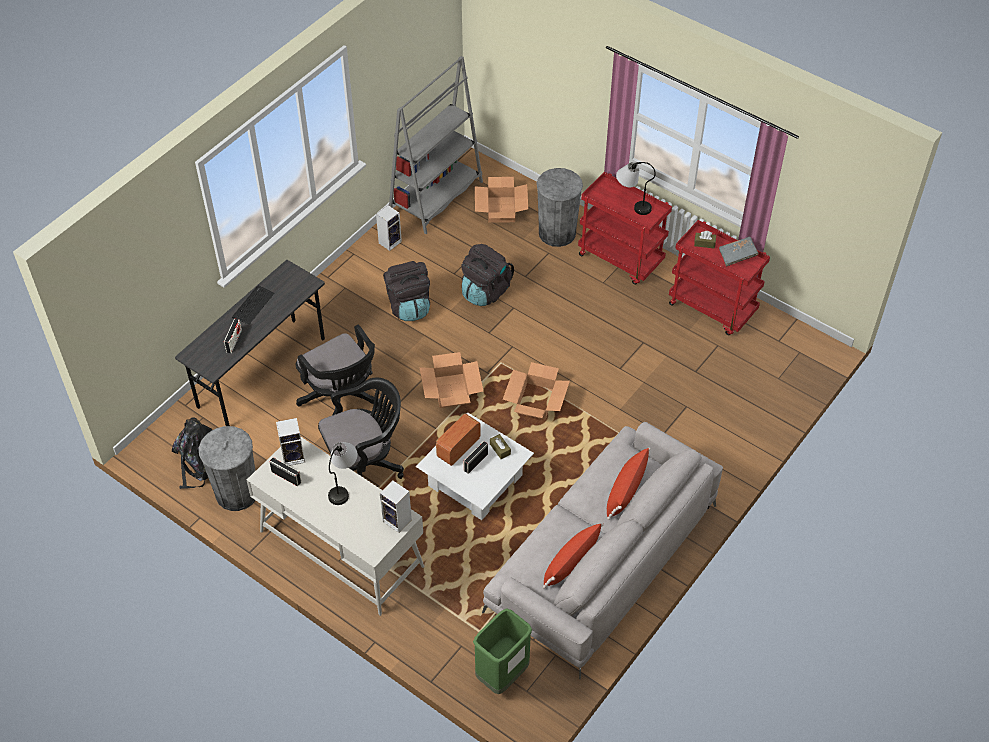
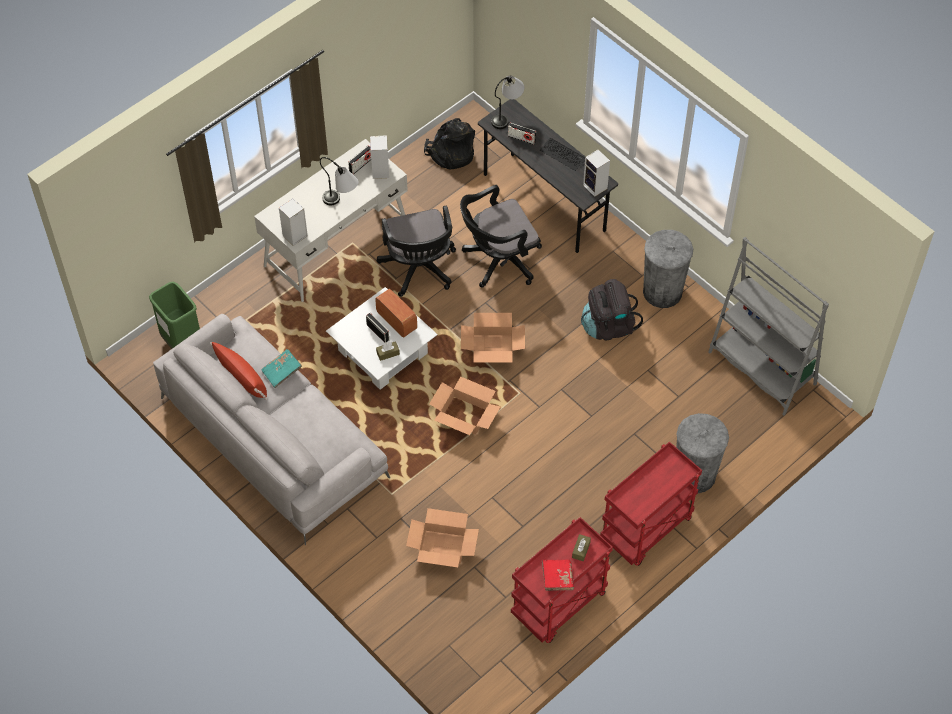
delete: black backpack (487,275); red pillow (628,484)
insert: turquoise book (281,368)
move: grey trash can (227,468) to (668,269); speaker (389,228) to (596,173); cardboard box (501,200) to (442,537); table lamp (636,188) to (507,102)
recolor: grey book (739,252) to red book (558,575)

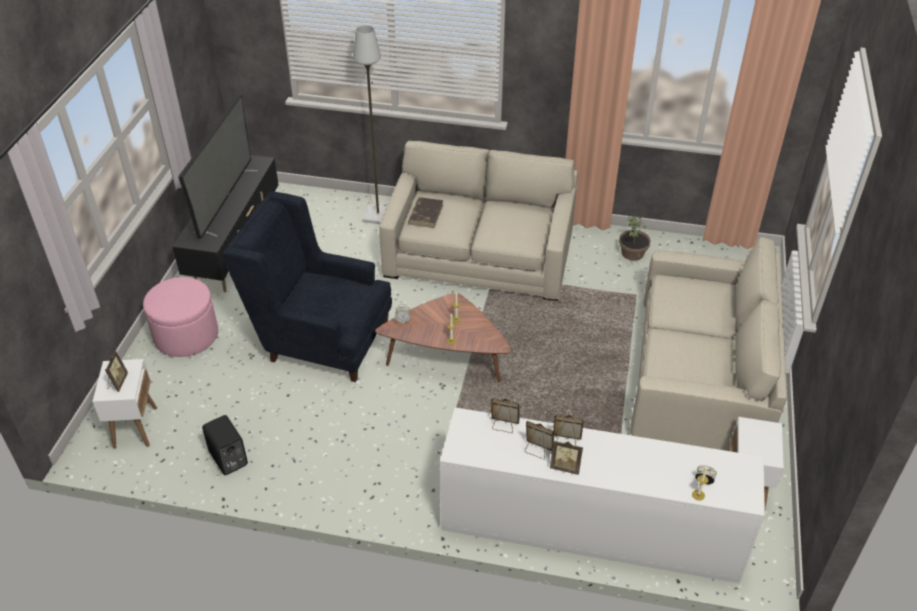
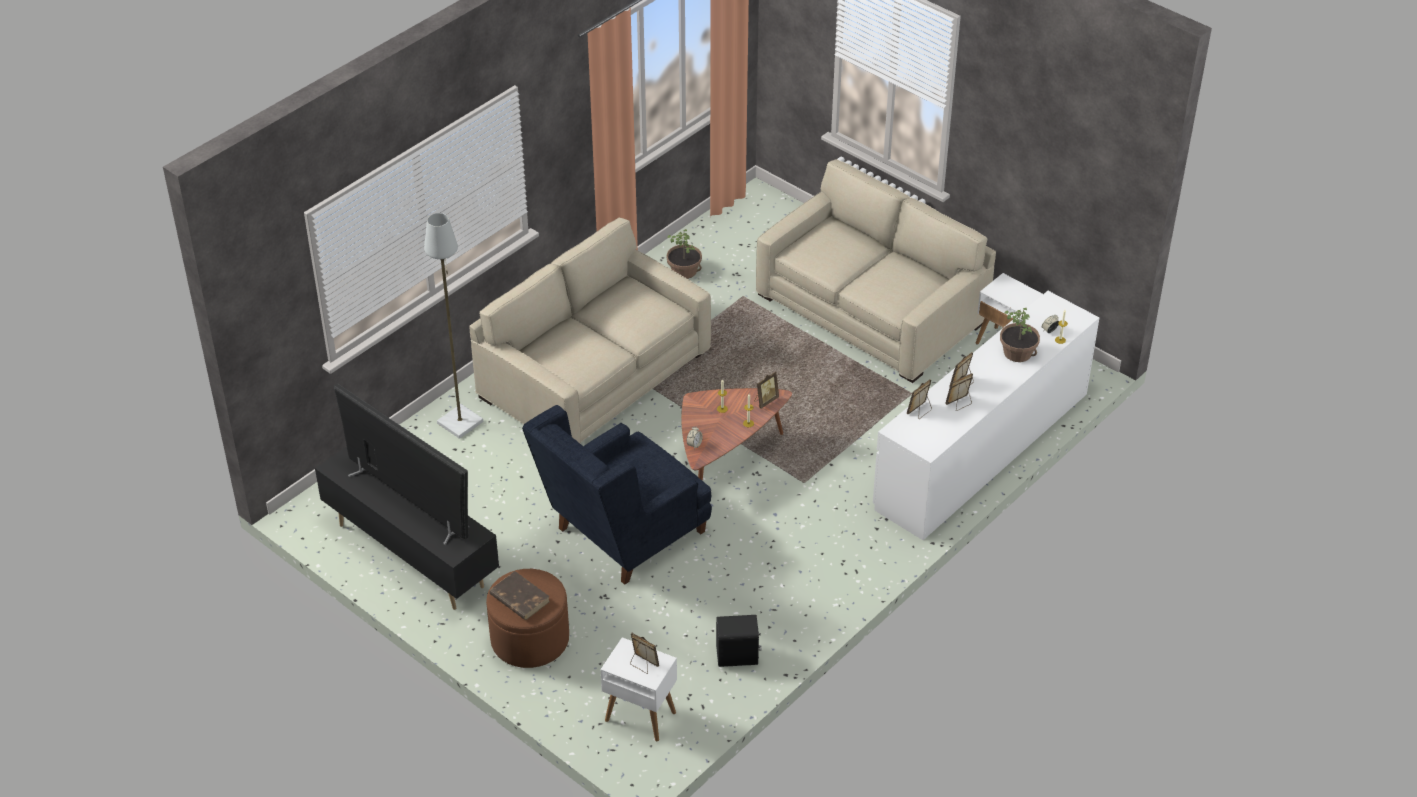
insert: potted plant (1020,335)
move: brown book (425,212) to (519,595); picture frame (566,458) to (766,390)
recolor: pink ottoman (180,317) to brown ottoman (527,618)

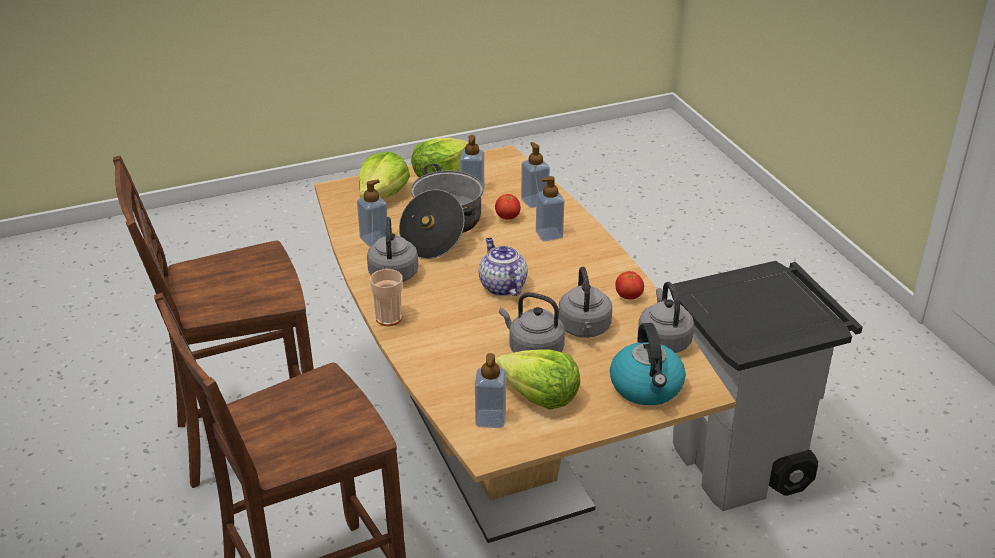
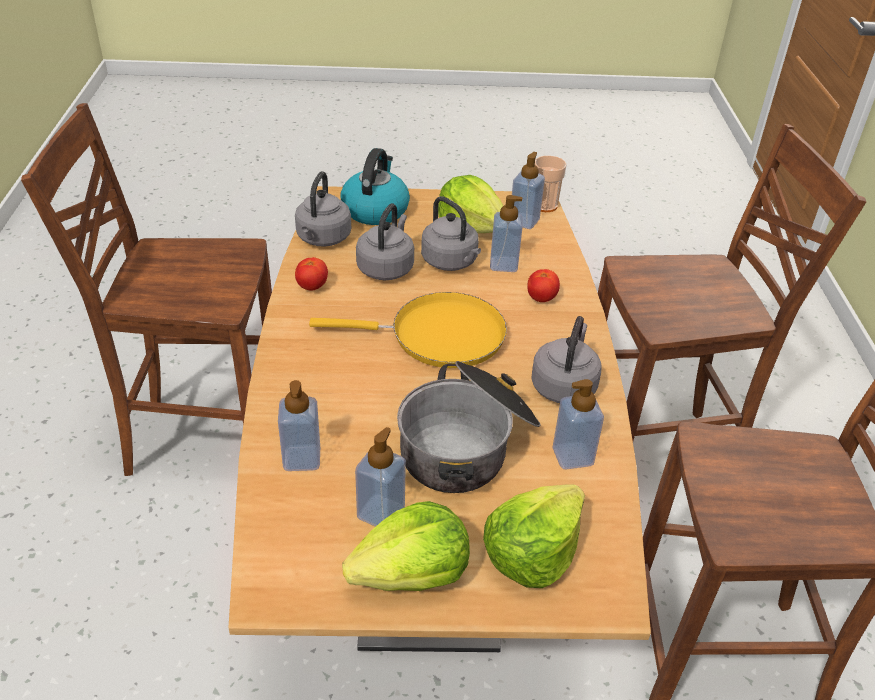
move: cup (386,297) to (551,183); tomato (508,207) to (543,285); soap dispenser (550,208) to (506,233)
replace: teapot (503,267) to yellow frying pan (408,330); grey trash can (766,386) to brown chair (146,289)

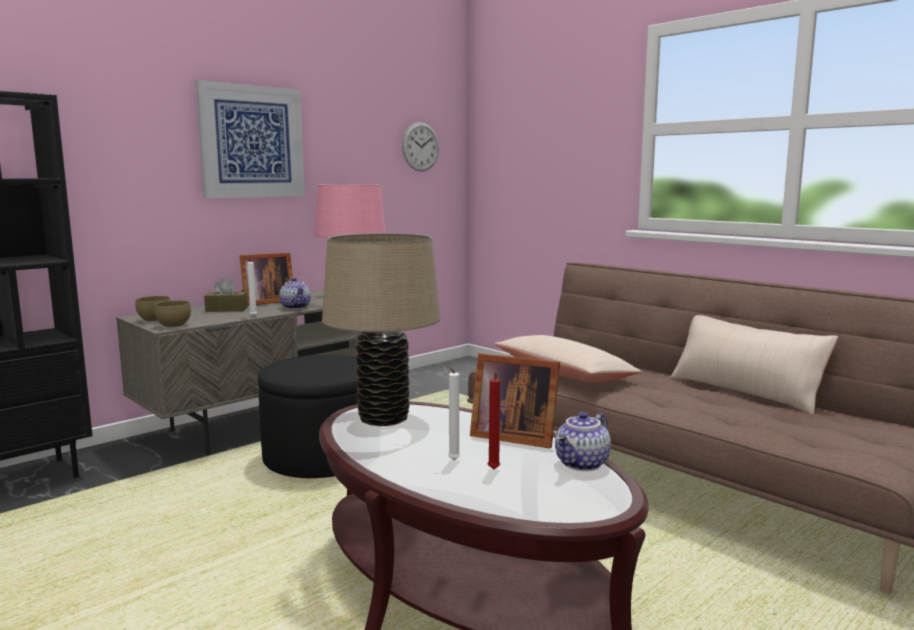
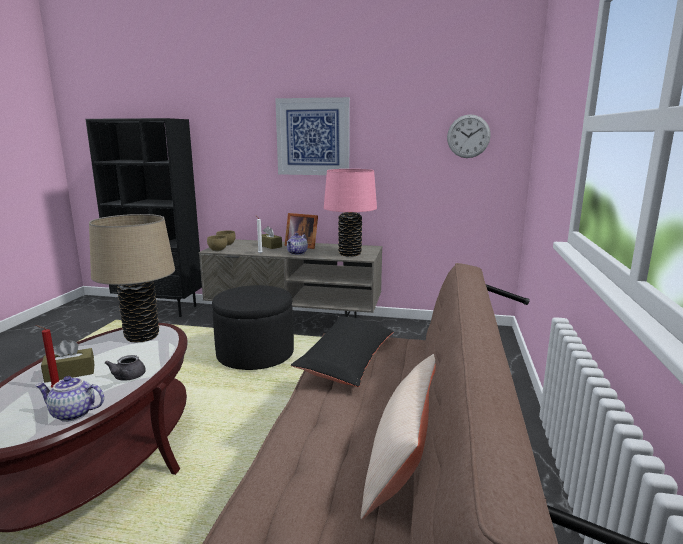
replace: white candle (452,412) to brown tissue box (68,361); picture frame (515,401) to grey teapot (125,367)
recolor: beige pillow (568,358) to black pillow (342,351)

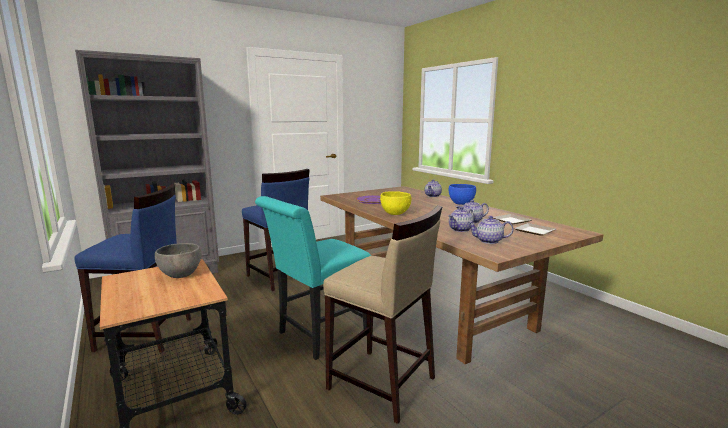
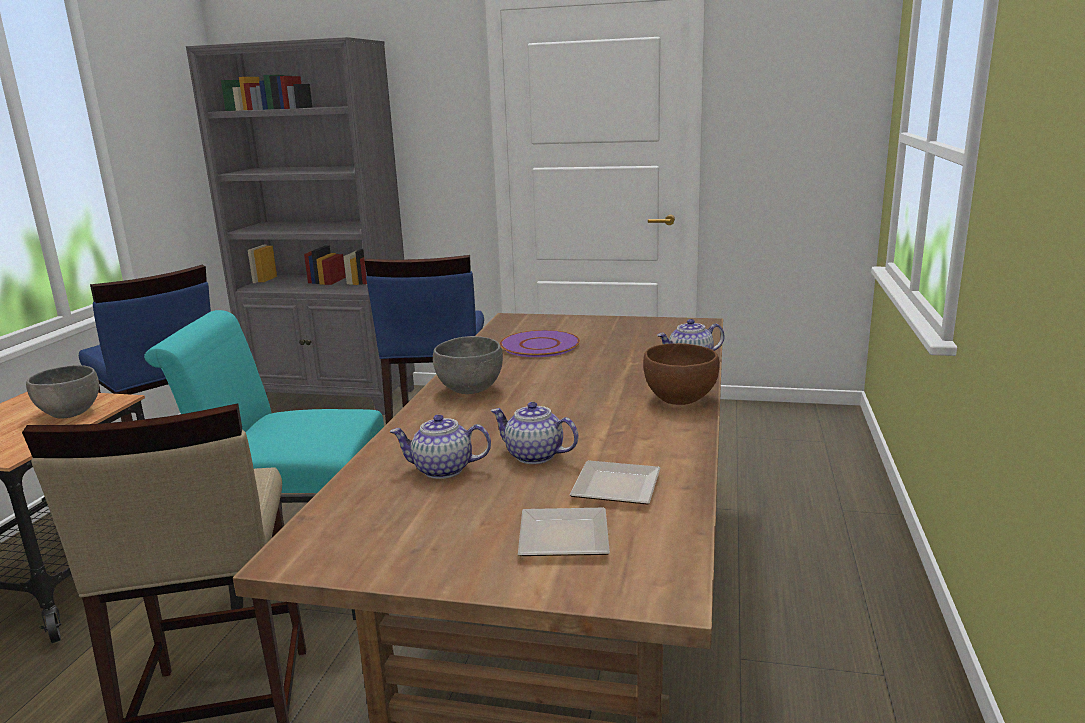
delete: teapot (491,230)
recolor: yellow bowl (396,203) to grey bowl (468,365); blue bowl (462,194) to brown bowl (681,374)

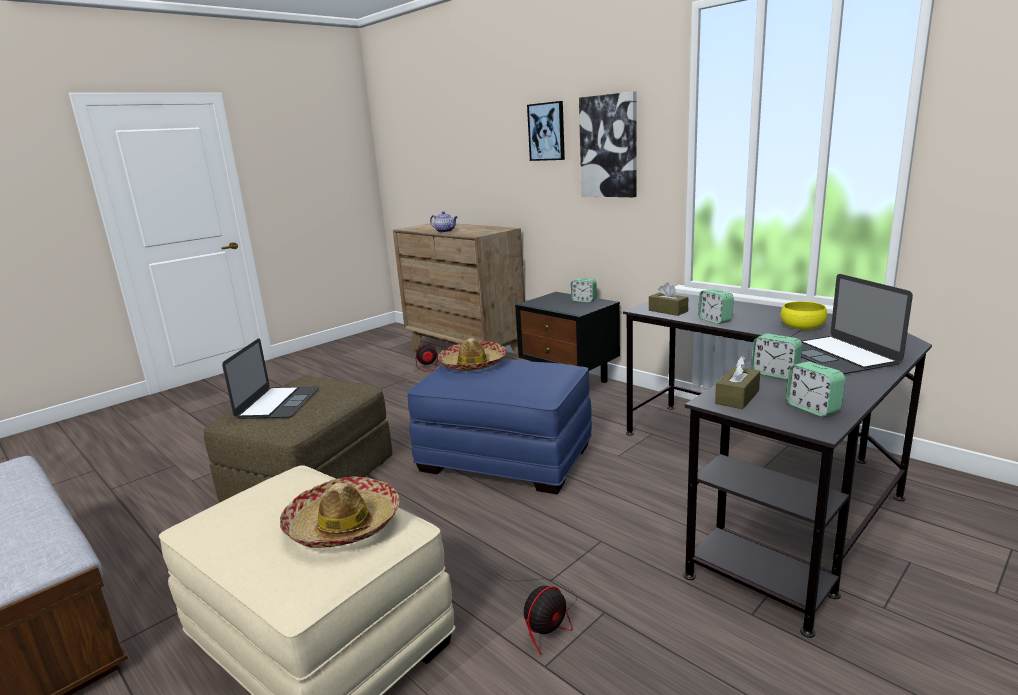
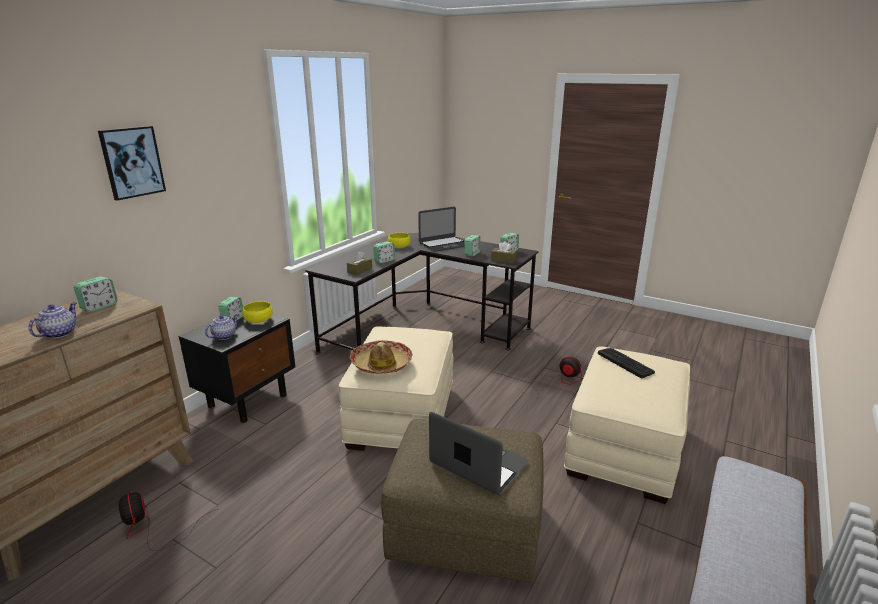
delete: picture (608,144)
insert: alarm clock (96,294); teapot (221,327); yellow bowl (257,312)
replace: hat (339,512) to keyboard (626,363)
recolor: blue ottoman (499,427) to beige ottoman (396,388)
rotate: laptop (271,378) = (479,453) 45 degrees clockwise

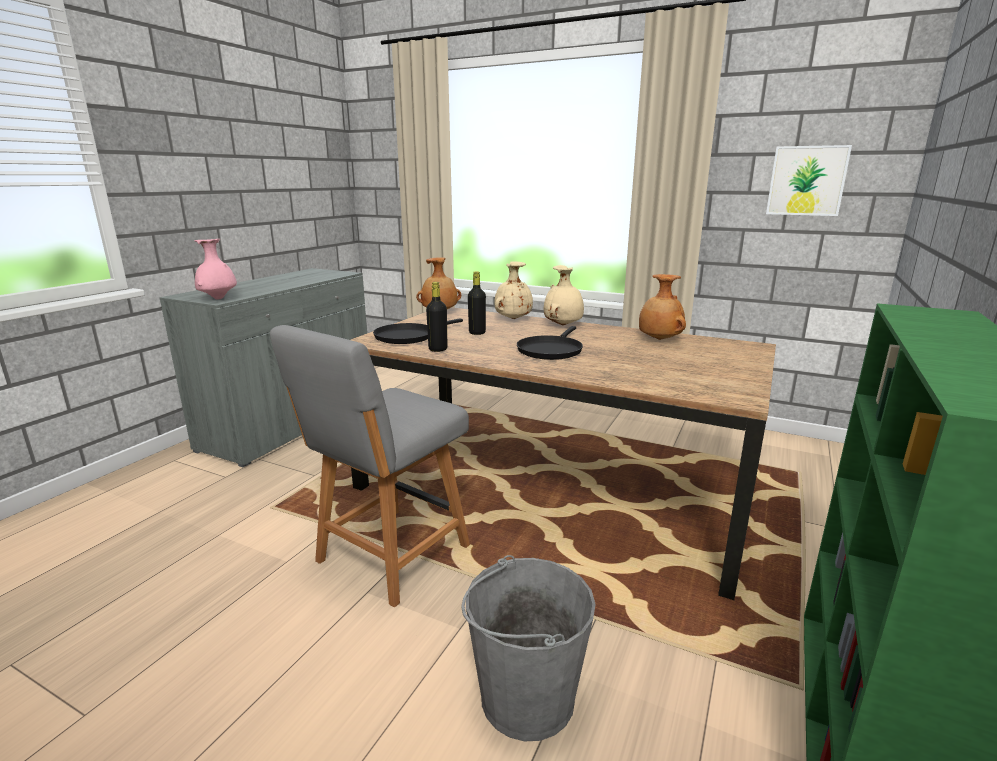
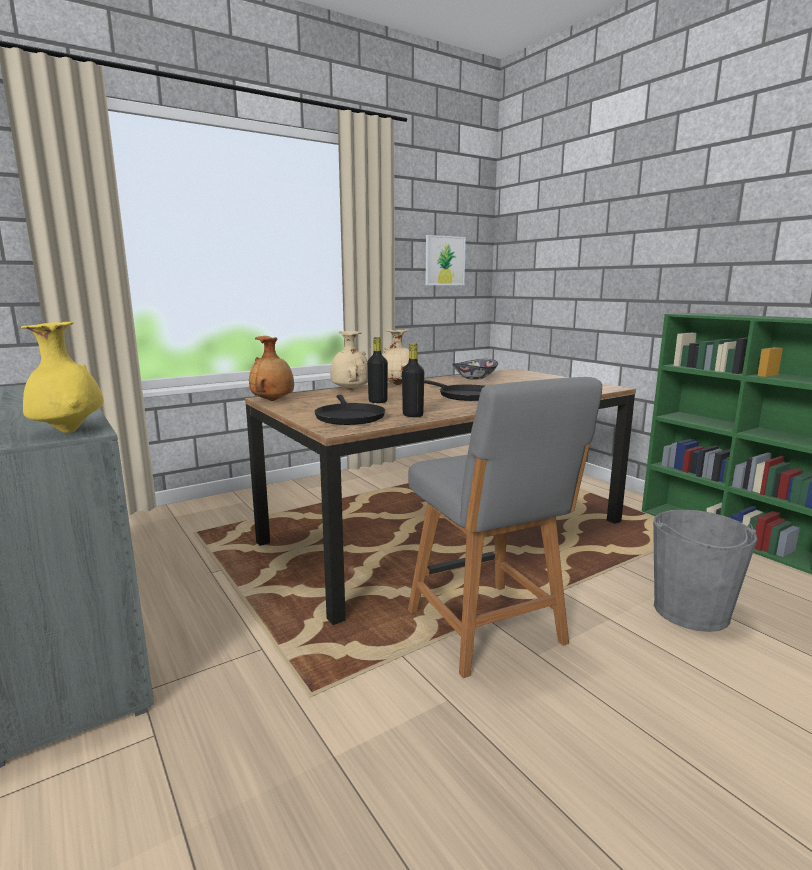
replace: brown vase (662,307) to bowl (475,369)
recolor: pink vase (216,269) to yellow vase (62,377)

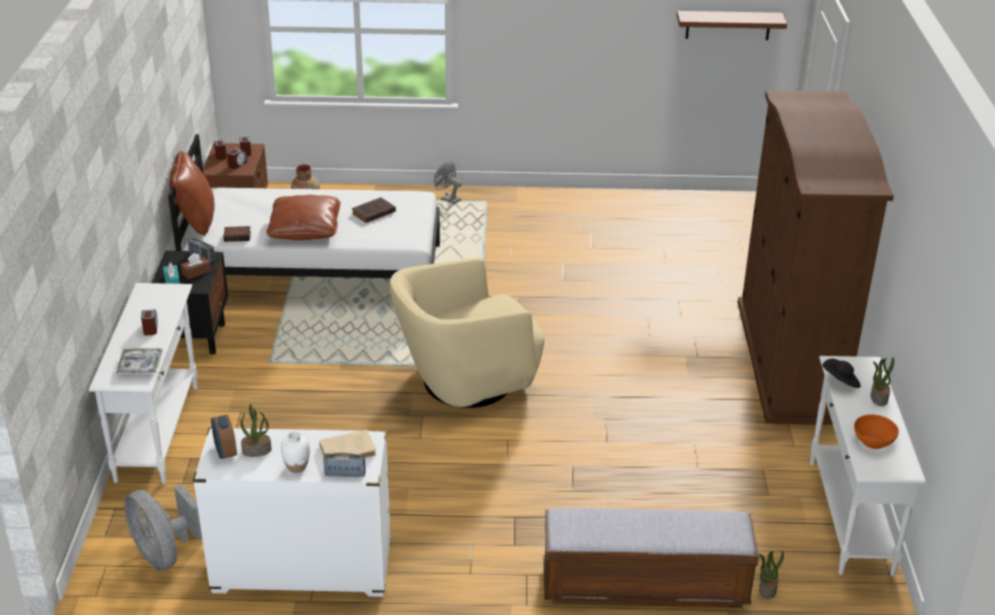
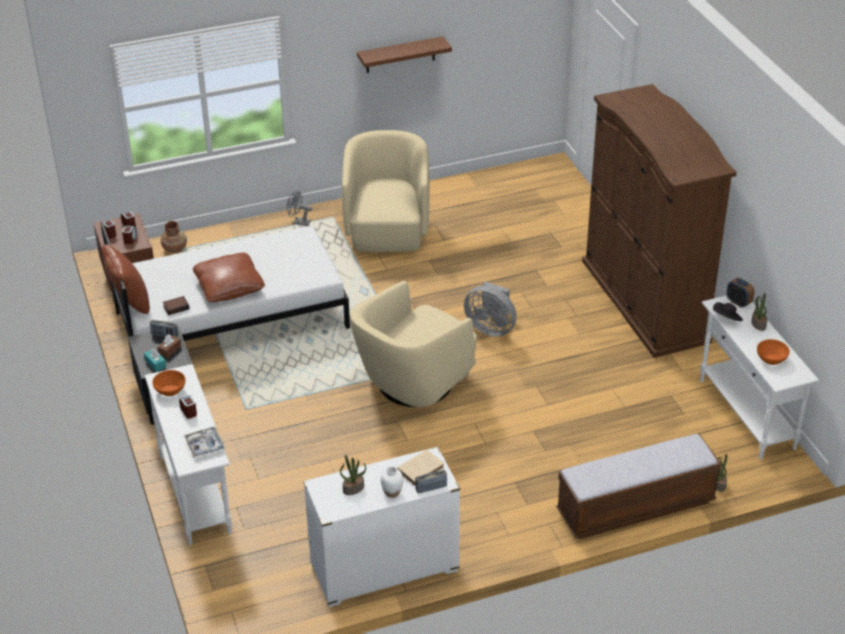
delete: brown book (374,210)
insert: orange bowl (168,383); beige armchair (386,191)
move: grey fan (163,527) to (490,309); alarm clock (224,436) to (740,293); brown shelf (732,25) to (404,54)

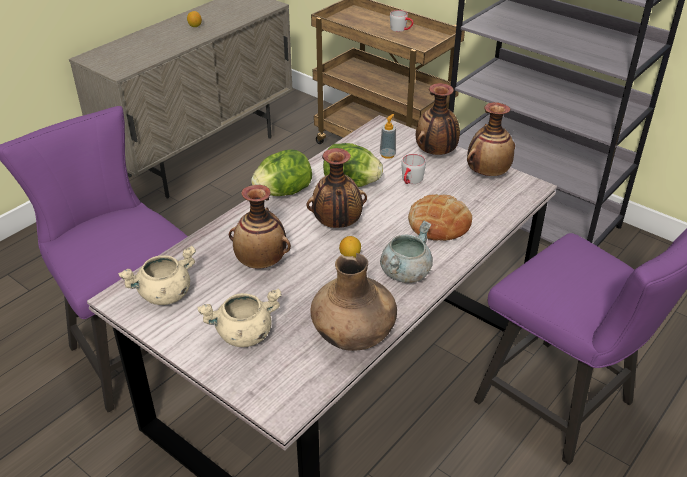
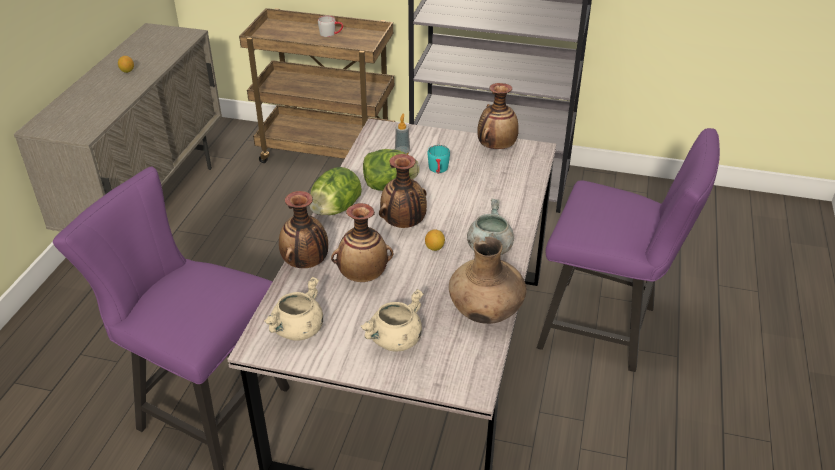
delete: bread (440,217)
move: vase (438,119) to (303,229)
recolor: grey mug (413,169) to turquoise mug (438,159)

